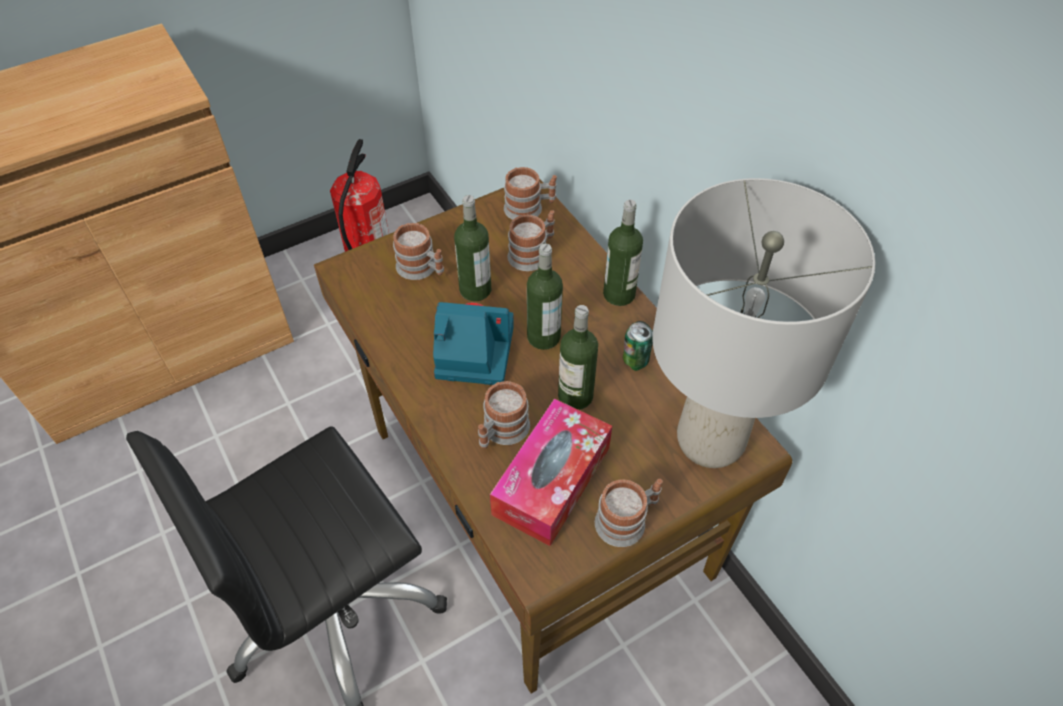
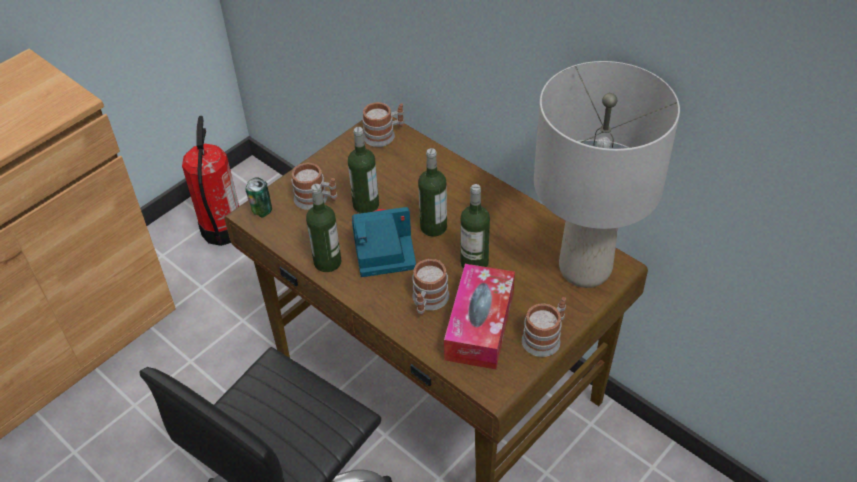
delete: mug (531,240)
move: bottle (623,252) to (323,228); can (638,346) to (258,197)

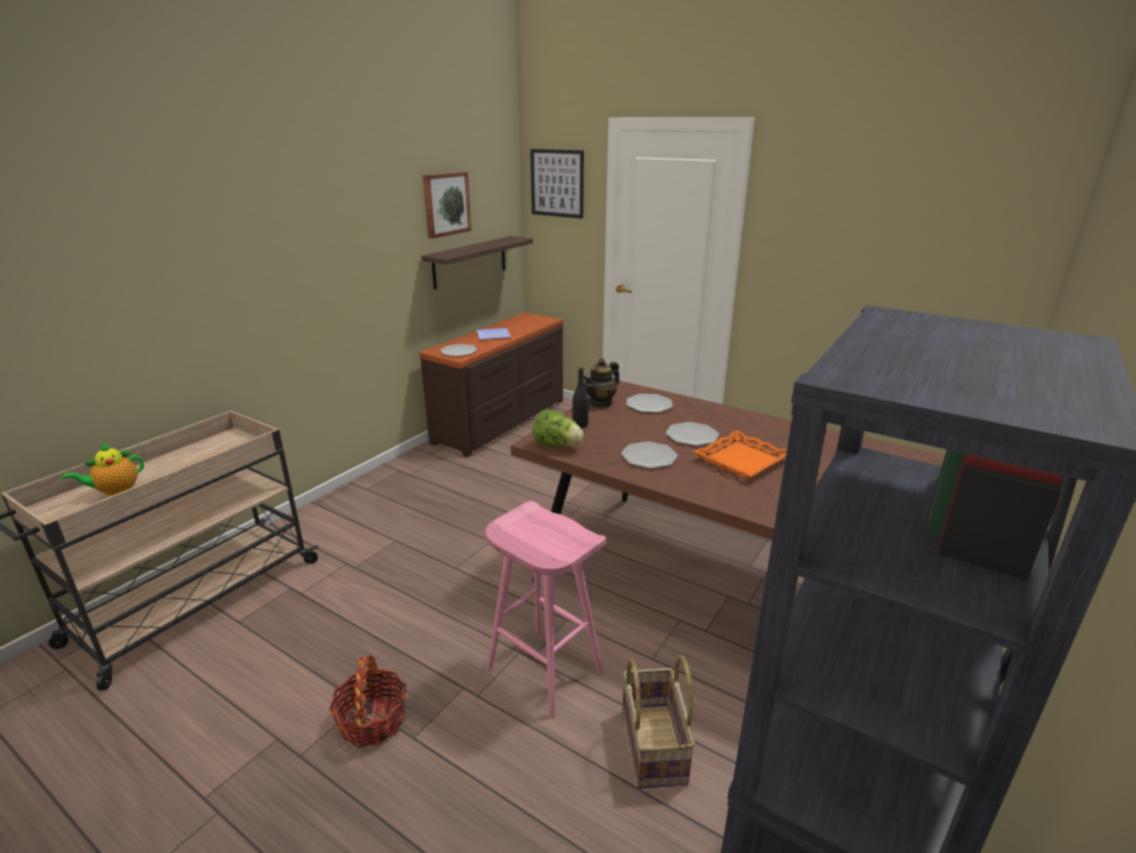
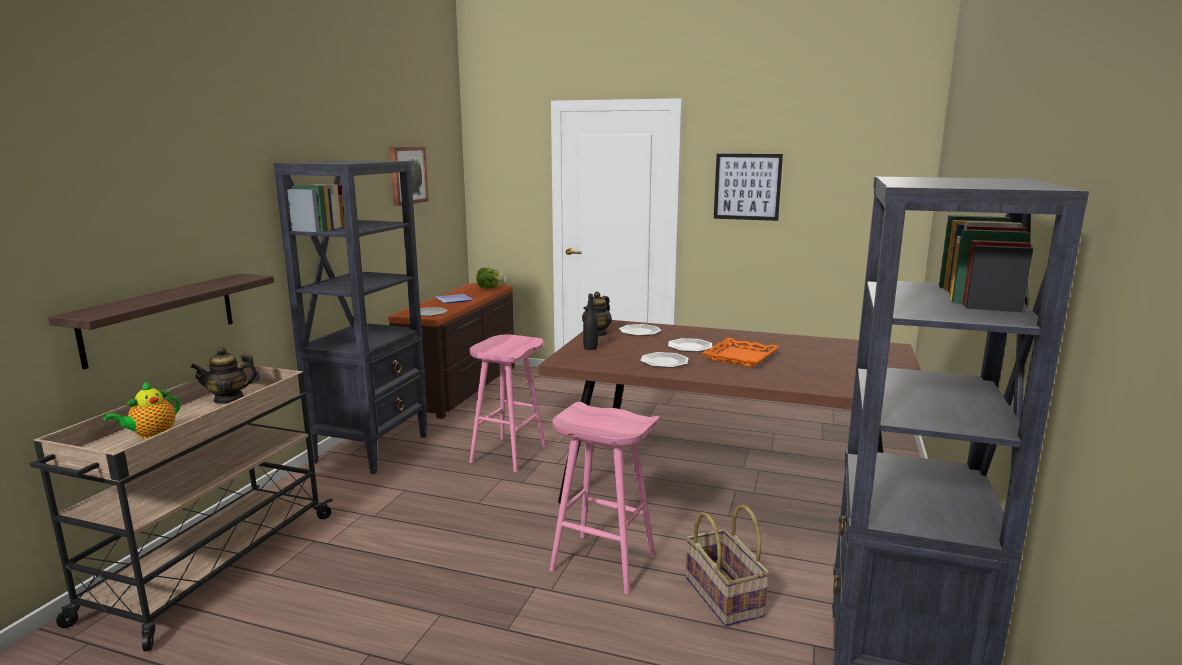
delete: basket (368,700)
insert: teapot (225,375); black bookcase (351,317); pink stool (507,403)
move: shelf (477,263) to (161,322); picture (557,184) to (748,187); lettuce (558,428) to (491,278)

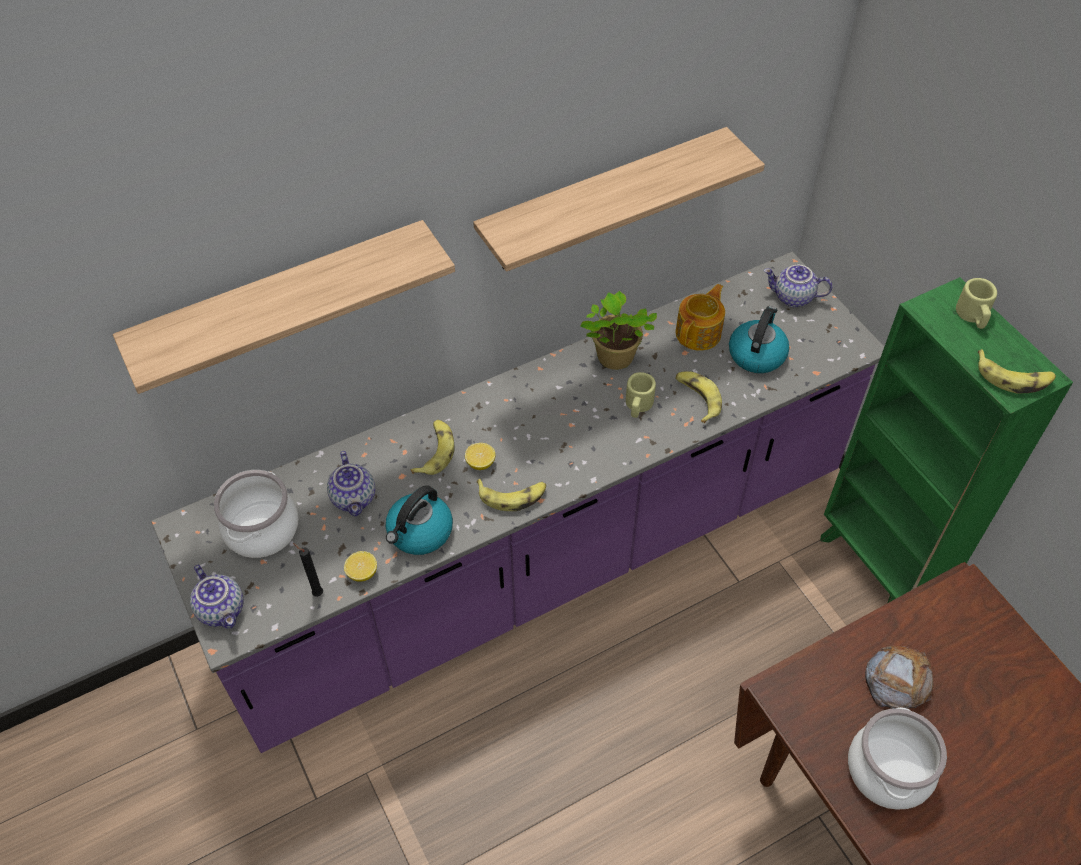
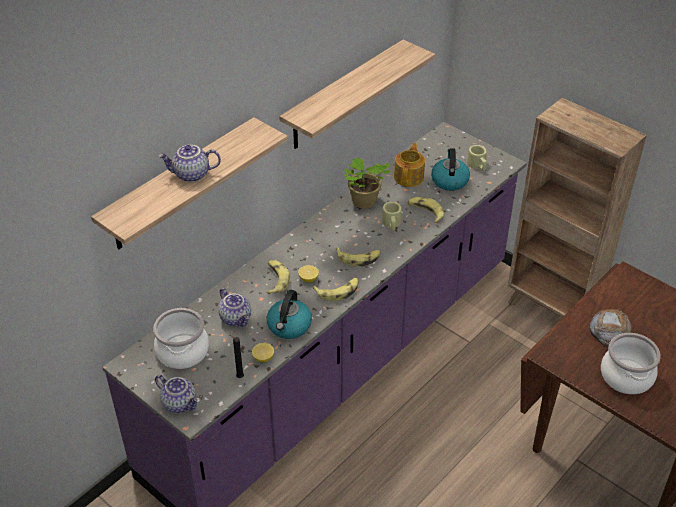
move: teapot (798,286) to (189,163); beige mug (976,303) to (477,158); banana (1017,371) to (358,257)
recolor: green bookcase (946,440) to brown bookcase (577,207)

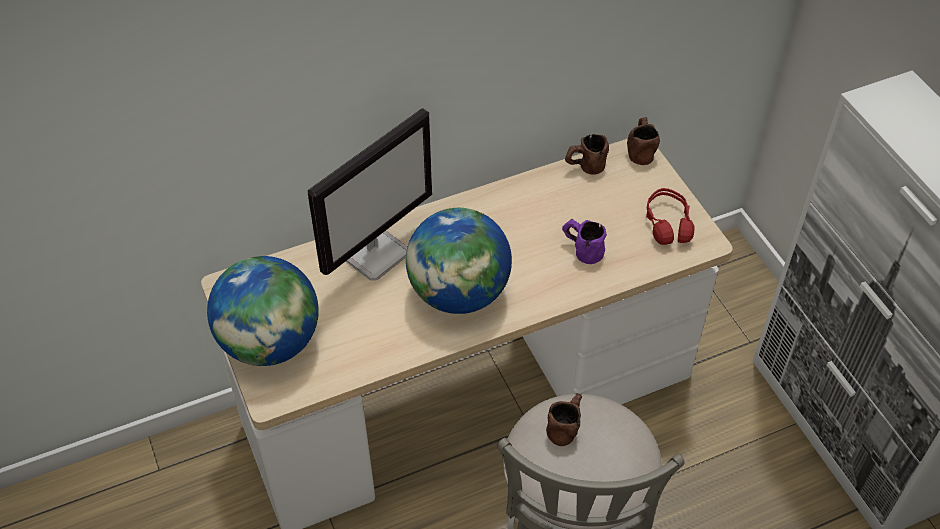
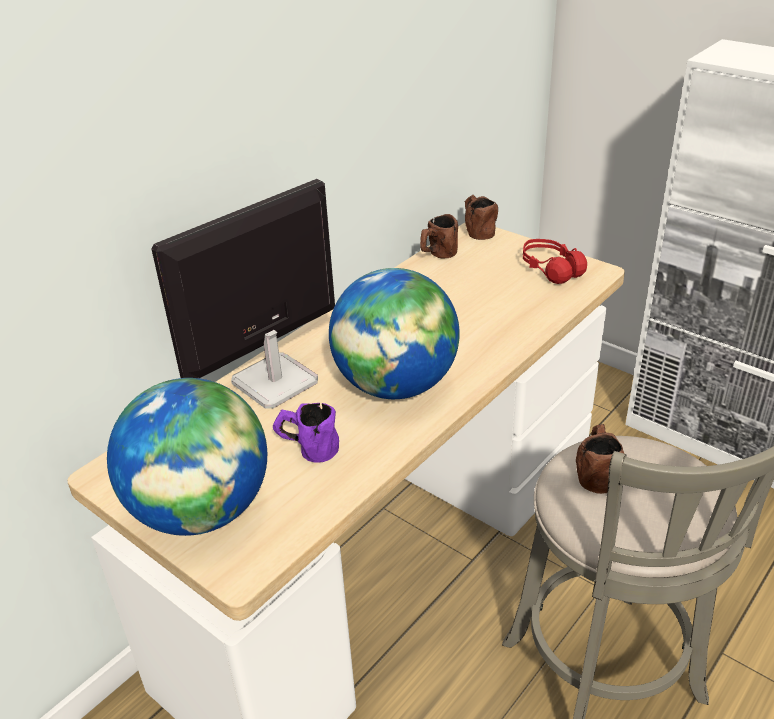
move: purple mug (584,241) to (306,432)
rotate: monitor (370,194) = (243,293) 150 degrees counterclockwise

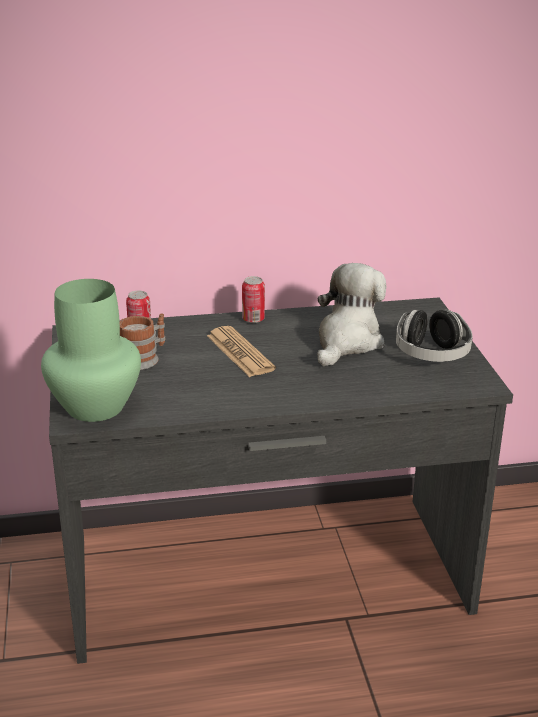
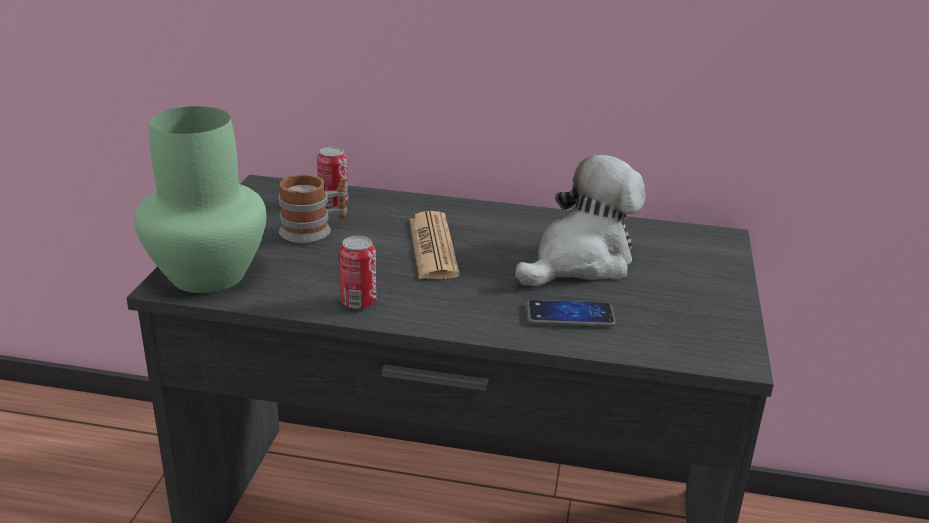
delete: headphones (434,335)
insert: phone (571,313)
move: can (253,299) to (357,272)

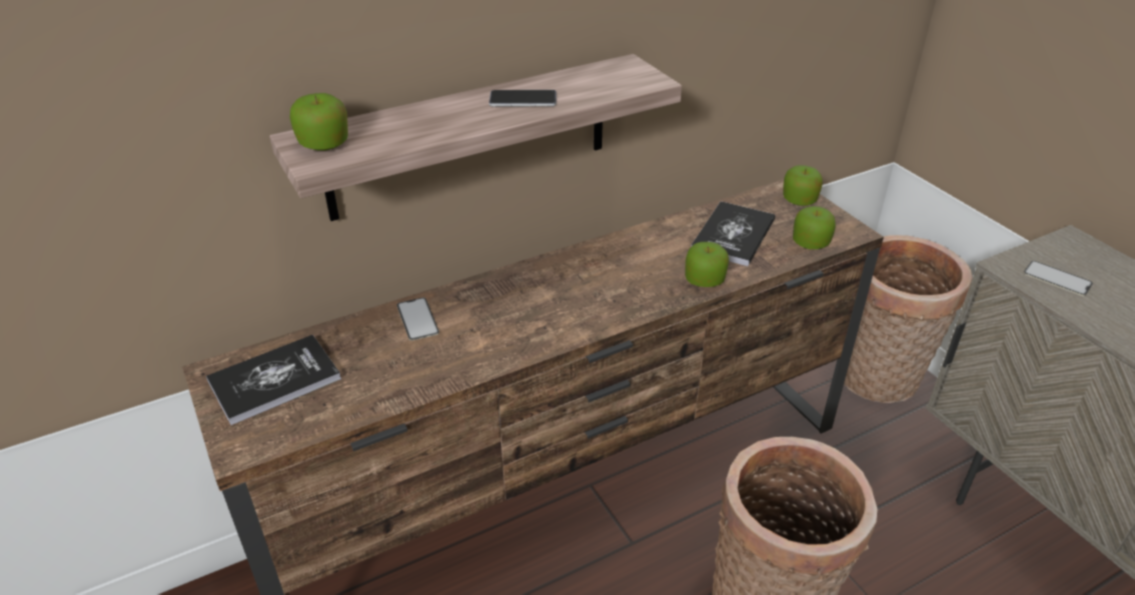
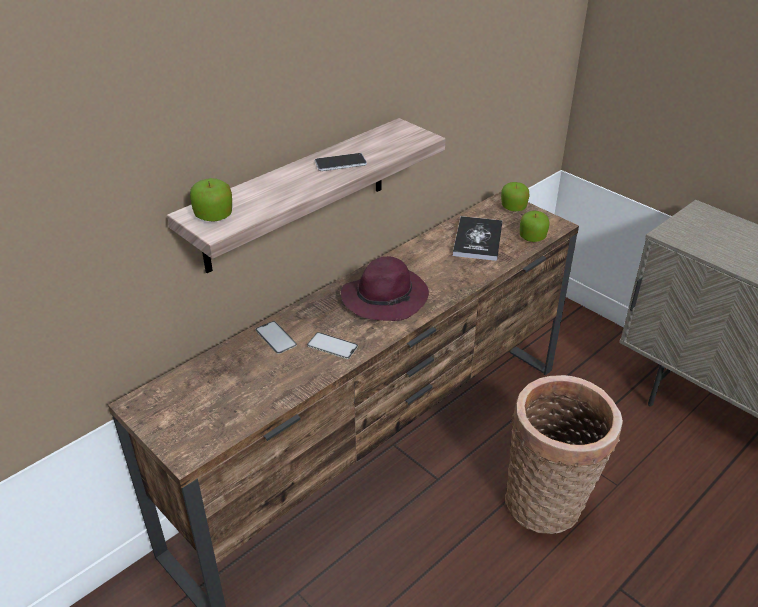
delete: book (273,380); apple (707,264); basket (908,319)
insert: purple hat (385,288)
move: phone (1058,278) to (332,345)

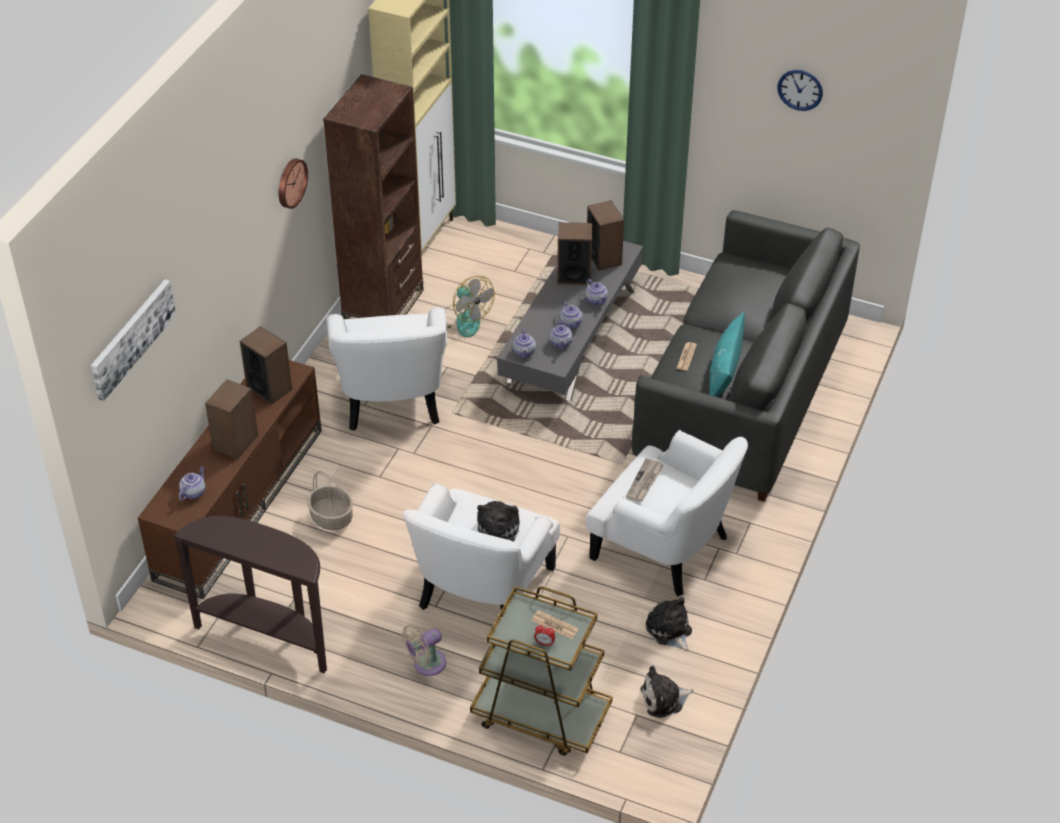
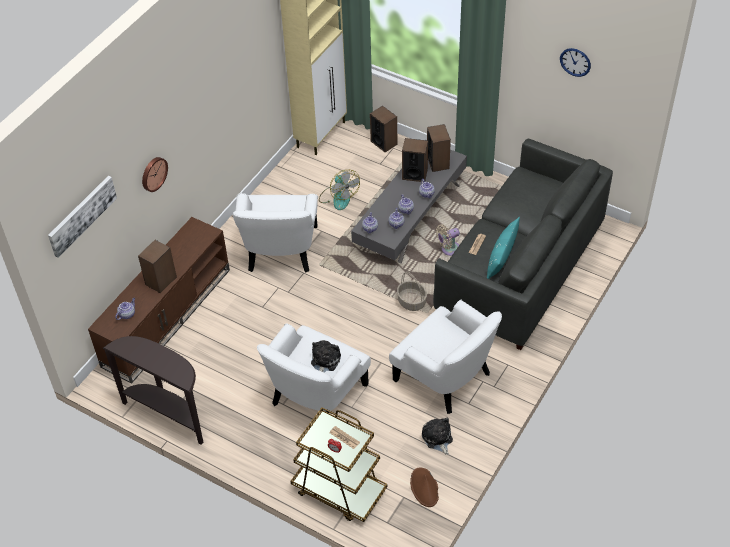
delete: brown bookcase (373,196); newspaper (645,480)
move: speaker (266,365) to (383,129); wall clock (293,183) to (155,174); basket (330,500) to (412,291); beige fan (424,650) to (448,240)
replace: plush toy (667,692) to brown hat (424,487)

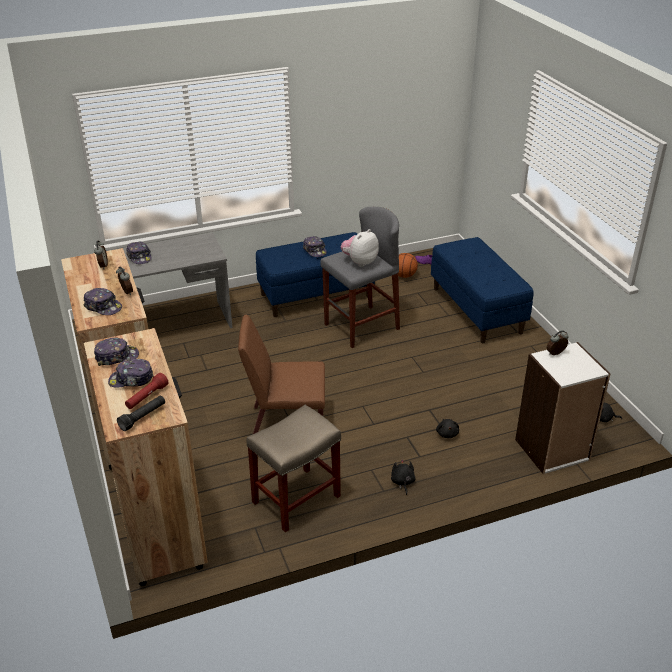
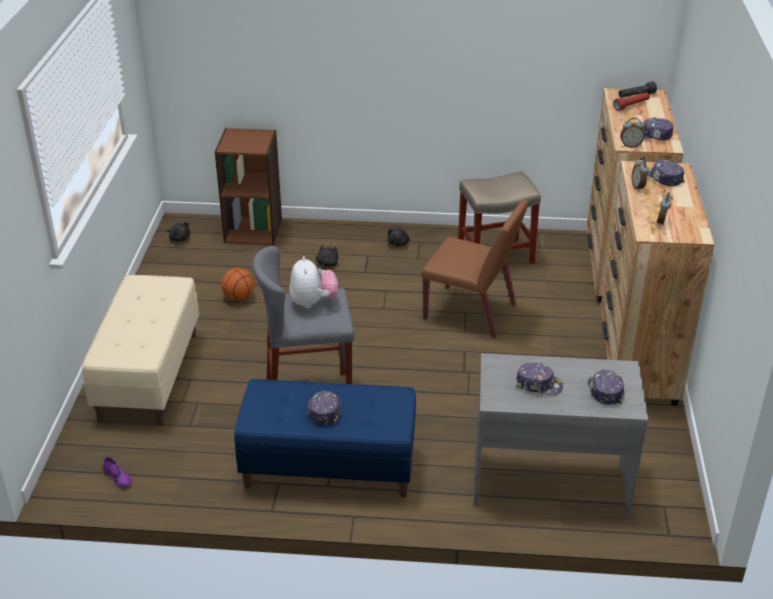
move: cap (130,373) to (539,378); basketball (408,265) to (238,284); alarm clock (558,342) to (632,133)
recolor: blue bench (482,290) to beige bench (140,350); white bookcase (563,408) to brown bookcase (248,186)
rotate: plush toy (359,248) = (314,282) 75 degrees counterclockwise

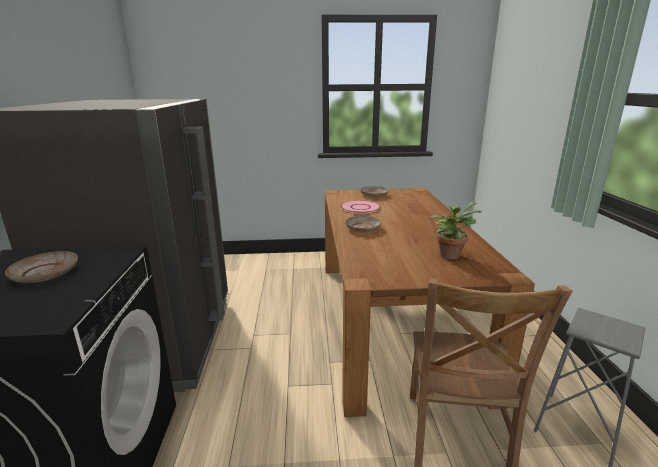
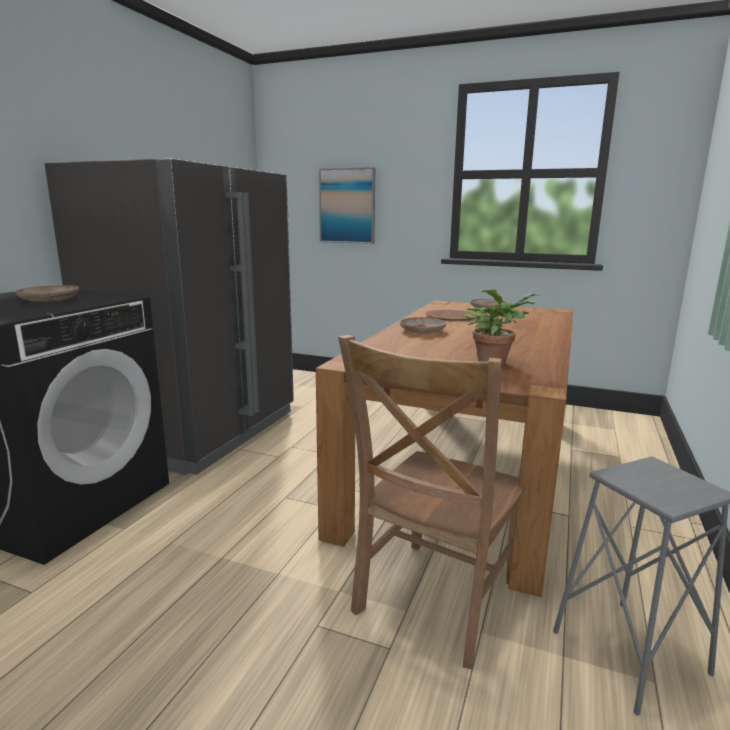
insert: picture (347,205)
recolor: pink plate (361,207) to brown plate (449,315)

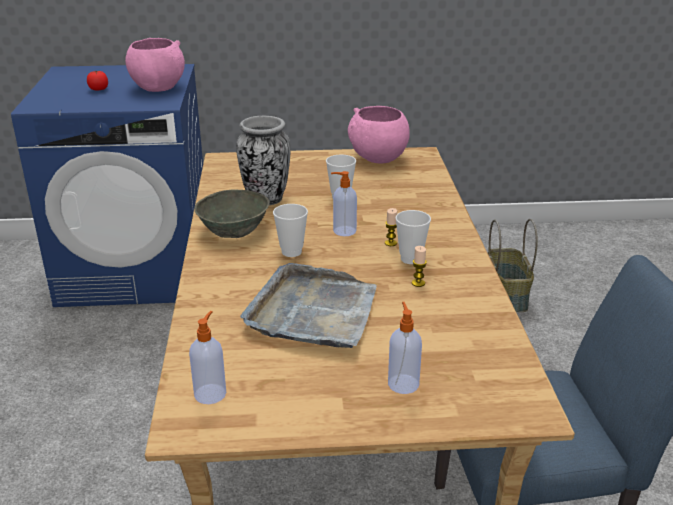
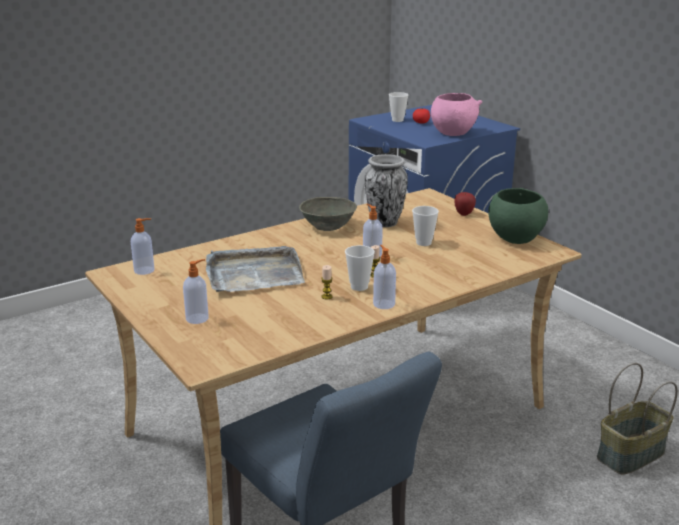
insert: soap dispenser (384,277); apple (465,204)
move: cup (290,230) to (398,107)
recolor: pink bowl (379,134) to green bowl (518,216)

